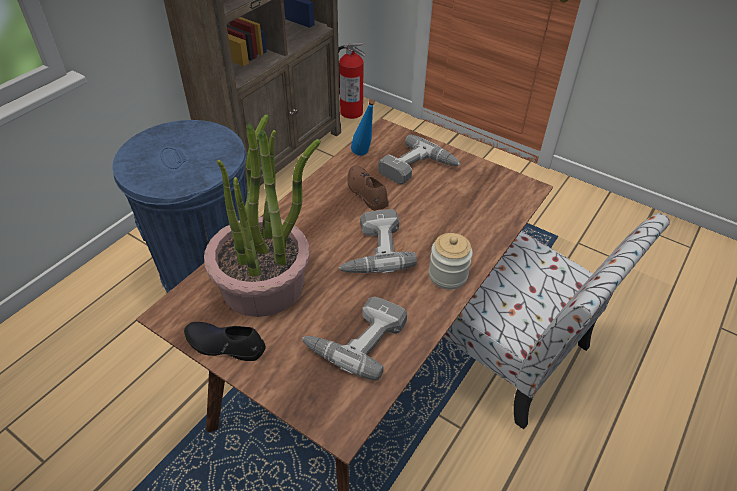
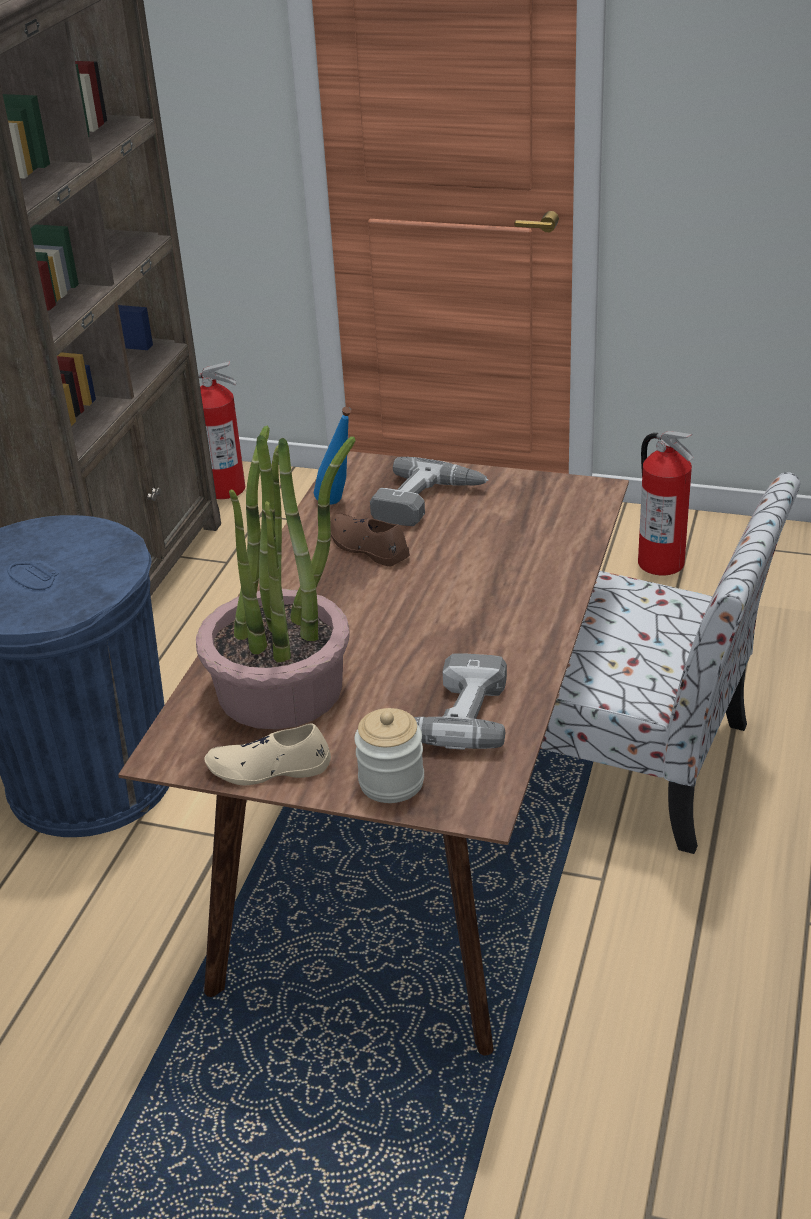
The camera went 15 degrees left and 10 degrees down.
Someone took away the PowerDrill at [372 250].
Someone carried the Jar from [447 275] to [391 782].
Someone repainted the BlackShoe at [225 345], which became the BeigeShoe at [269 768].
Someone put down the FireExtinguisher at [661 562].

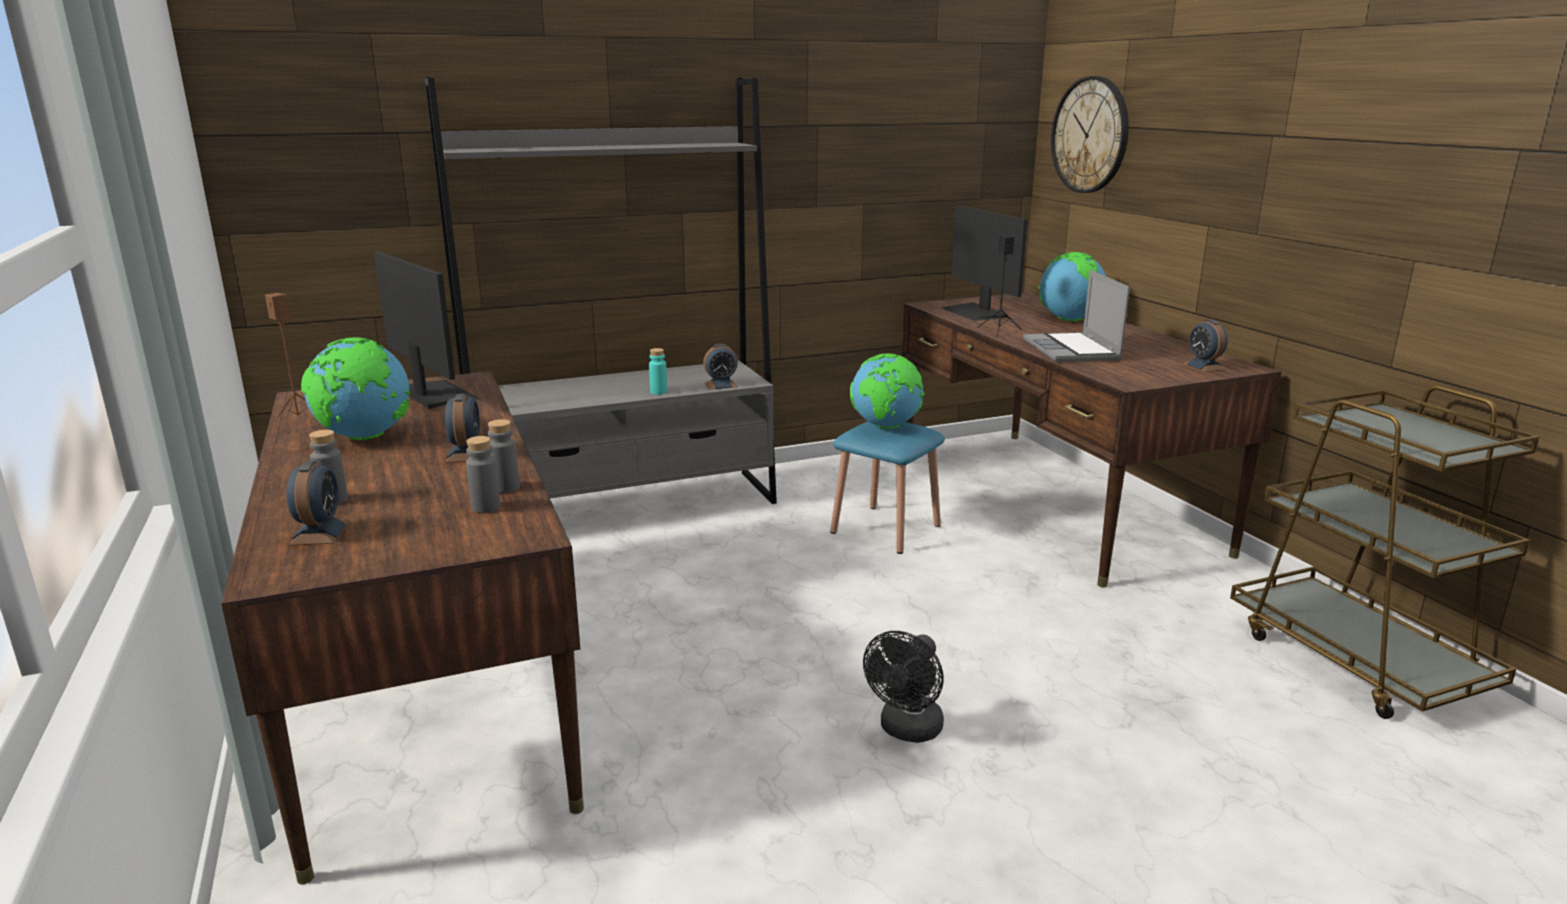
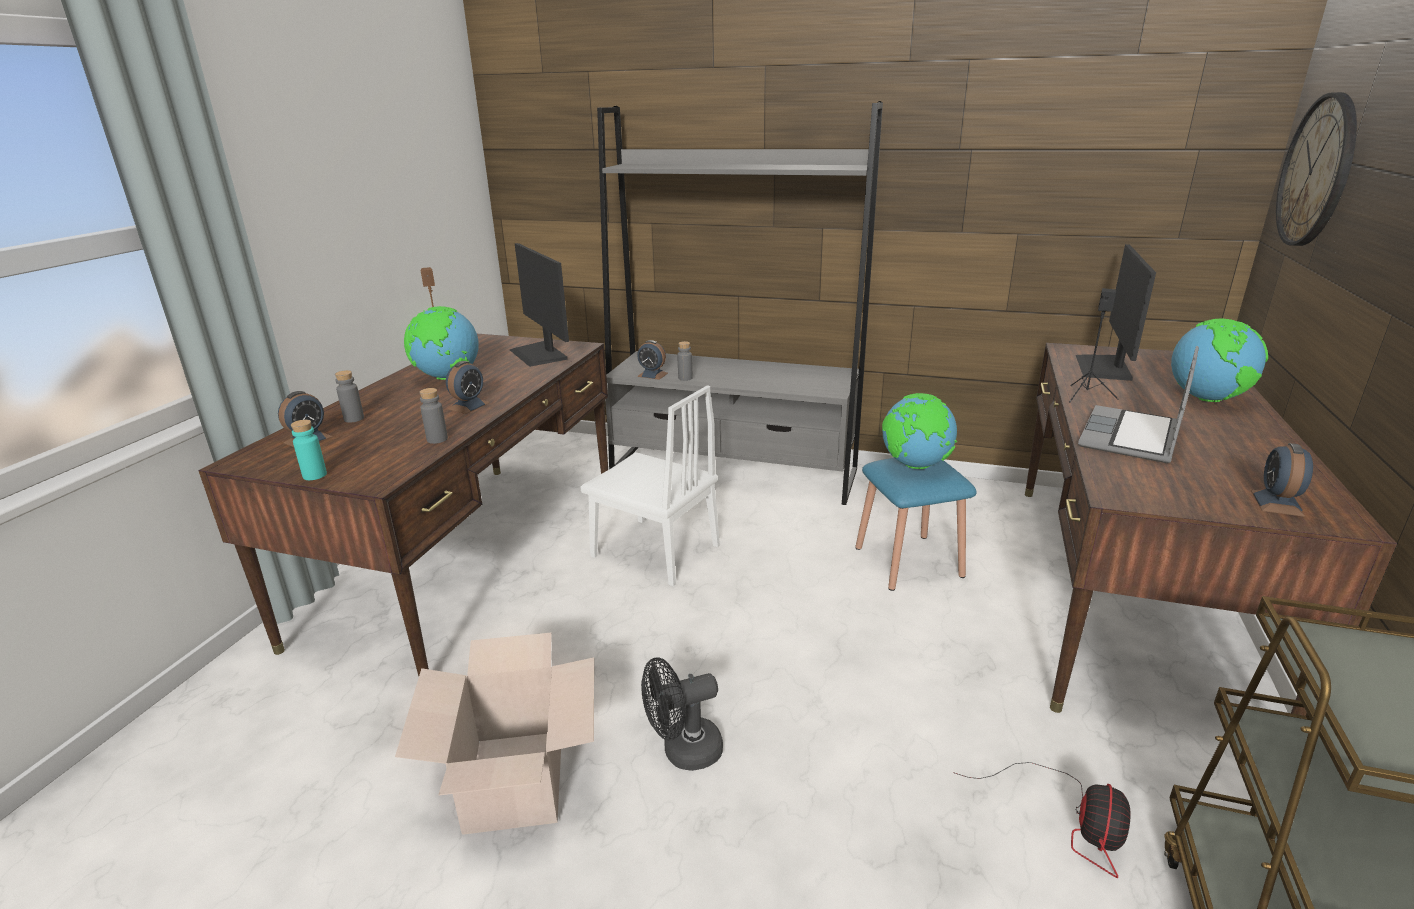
The camera went 40 degrees right and 5 degrees up.
Someone rotated the Monitor at [434 394] by 150 degrees clockwise.
Someone carried the AlarmClock from [721 385] to [652 375].
Someone carried the TurquoiseBottle from [658 392] to [315 475].
Someone carried the GreyBottle from [486 507] to [685 378].
Someone put down the WhiteChair at [655 551].
Someone put down the CardboardBox at [514 780].
Someone put down the Fan at [1070 821].

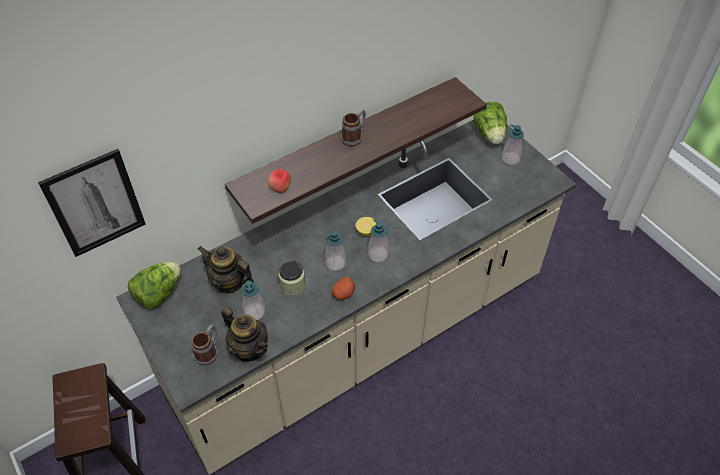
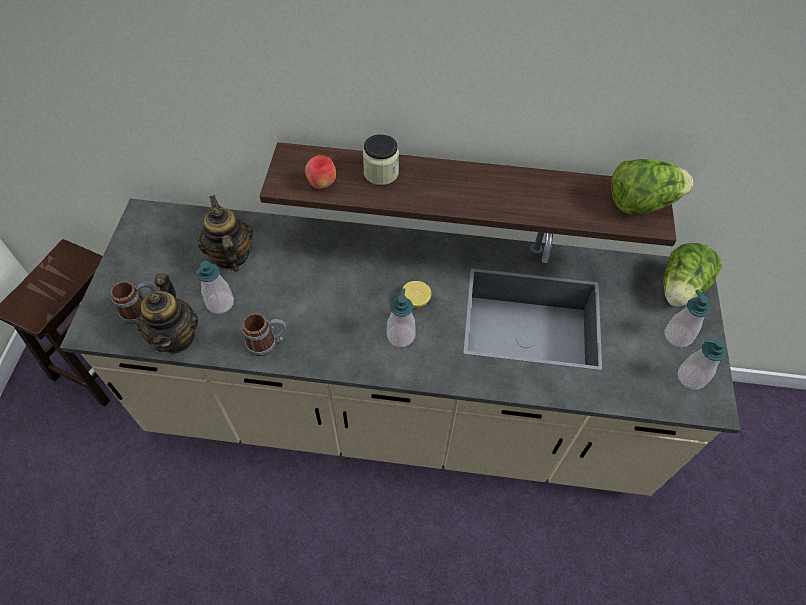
The camera went 40 degrees right and 5 degrees up.
Someone carried the Mug from [354 137] to [267 343].
Someone took away the Picture at [95 204].
Someone carried the SoapDispenser from [335 263] to [691 377].
Someone carried the Jar from [292 285] to [381 173].
Someone carried the Lettuce from [158 294] to [641 203].
Someone took away the Potato at [343 293].

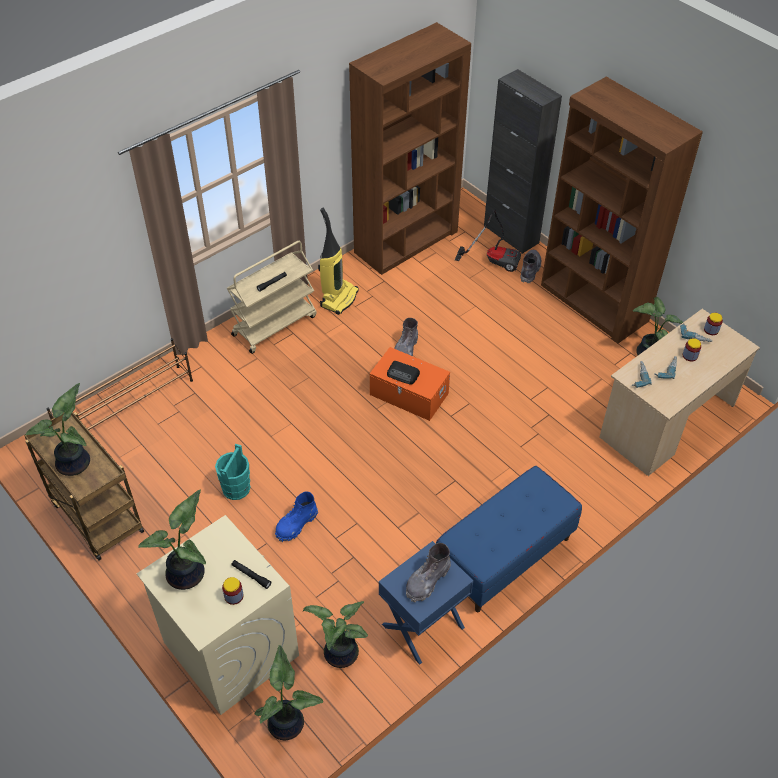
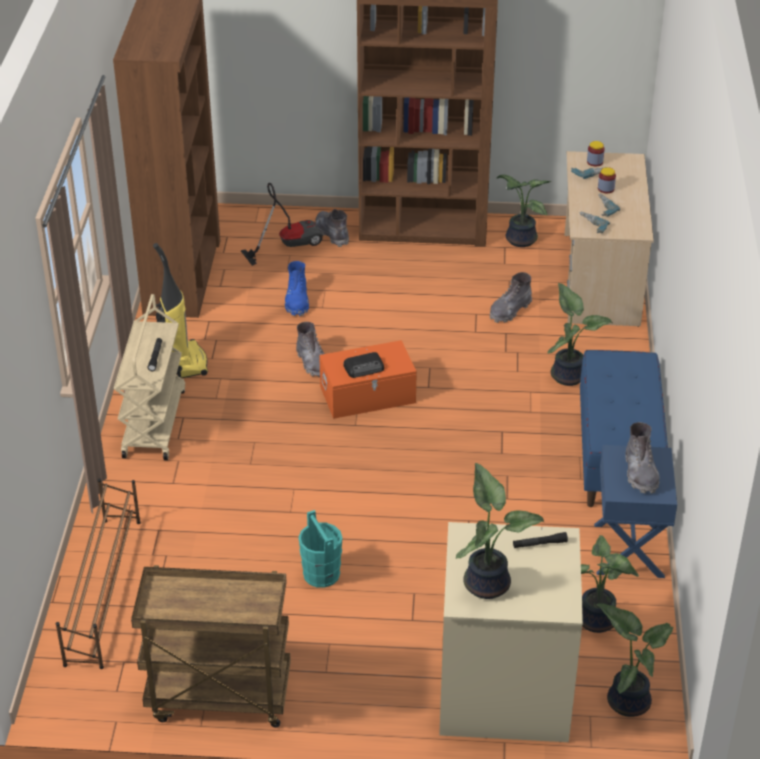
The camera went 45 degrees left and 10 degrees down.
Someone took away the BlackCabinet at [511 234].
Someone carried the PottedPlant from [76 463] to [569 375].
Someone carried the BlueBoot from [296 525] to [297 302].
Someone took away the Jar at [234 596].
Someone put down the GreyBoot at [509 311].

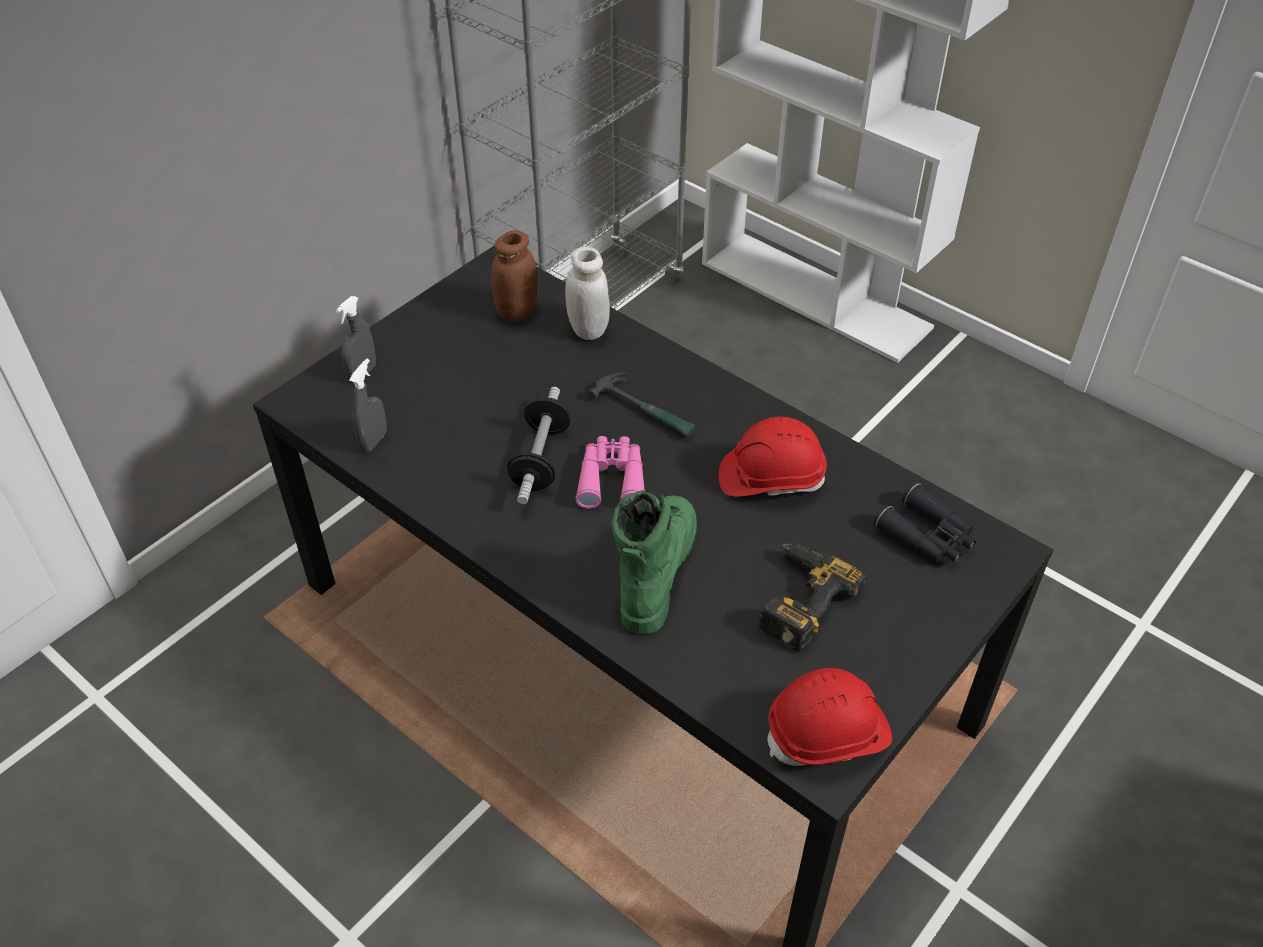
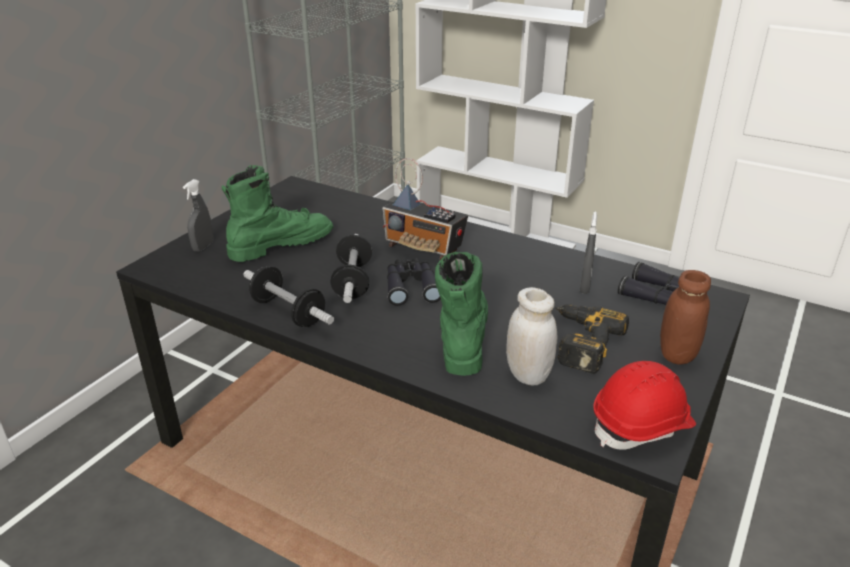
The camera went 10 degrees left and 15 degrees down.
Someone carried the BrownJar from [517 312] to [677 354].
Someone carried the WhiteJar from [588 329] to [528 375].
Someone carried the GreySprayBottle from [374 441] to [585 287].
Someone swapped the Hammer at [645 410] for the Radio at [424 248].
Someone took away the RedHardHat at [771 478].
Someone repainted the PinkBinoculars at [612 478], which became the BlackBinoculars at [411 287].
Someone put down the GreenBoot at [281 245].
Someone put down the Dumbbell at [288 312].

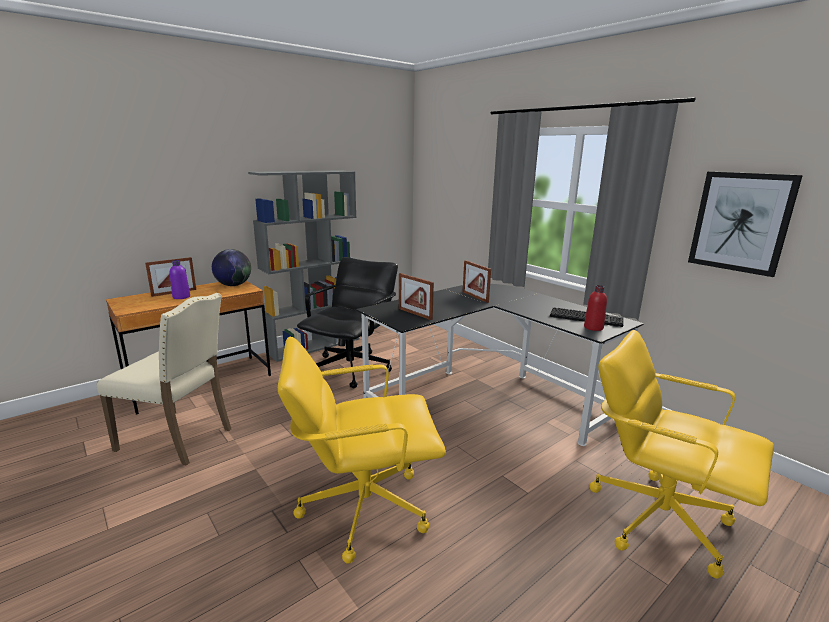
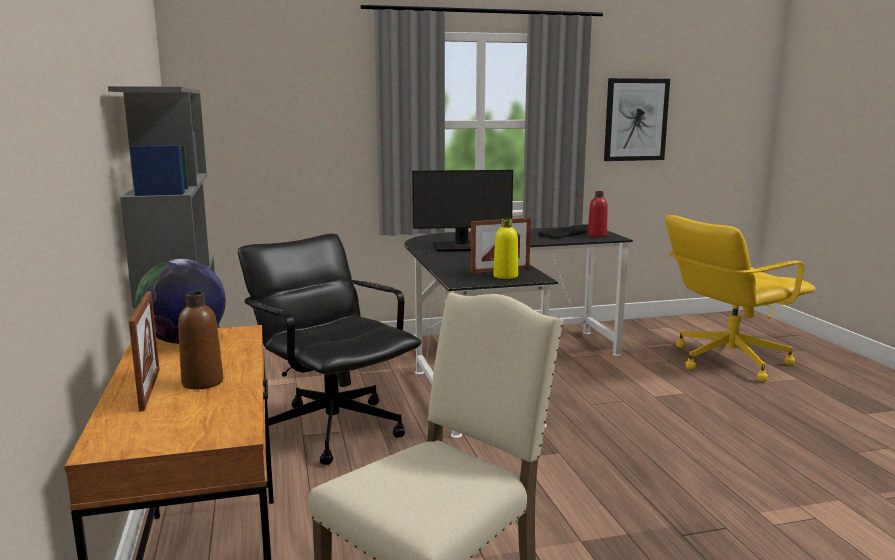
The camera went 65 degrees left and 5 degrees down.
Someone repainted the PurpleBottle at [181 297], which became the BrownBottle at [202 382].
Someone swapped the PictureFrame at [475 297] for the Monitor at [462 247].
Someone took away the YellowOfficeChair at [362 507].
Someone put down the YellowBottle at [505 276].

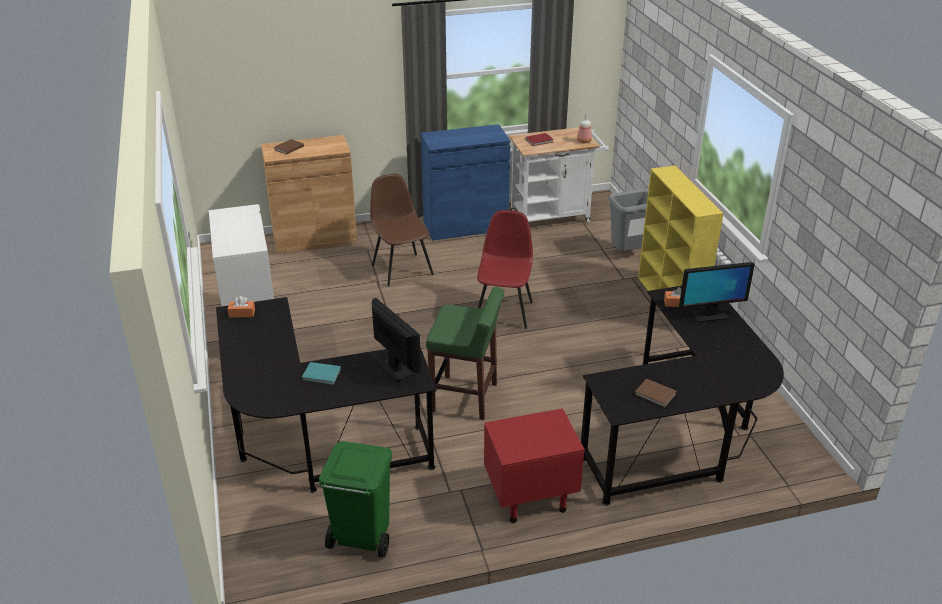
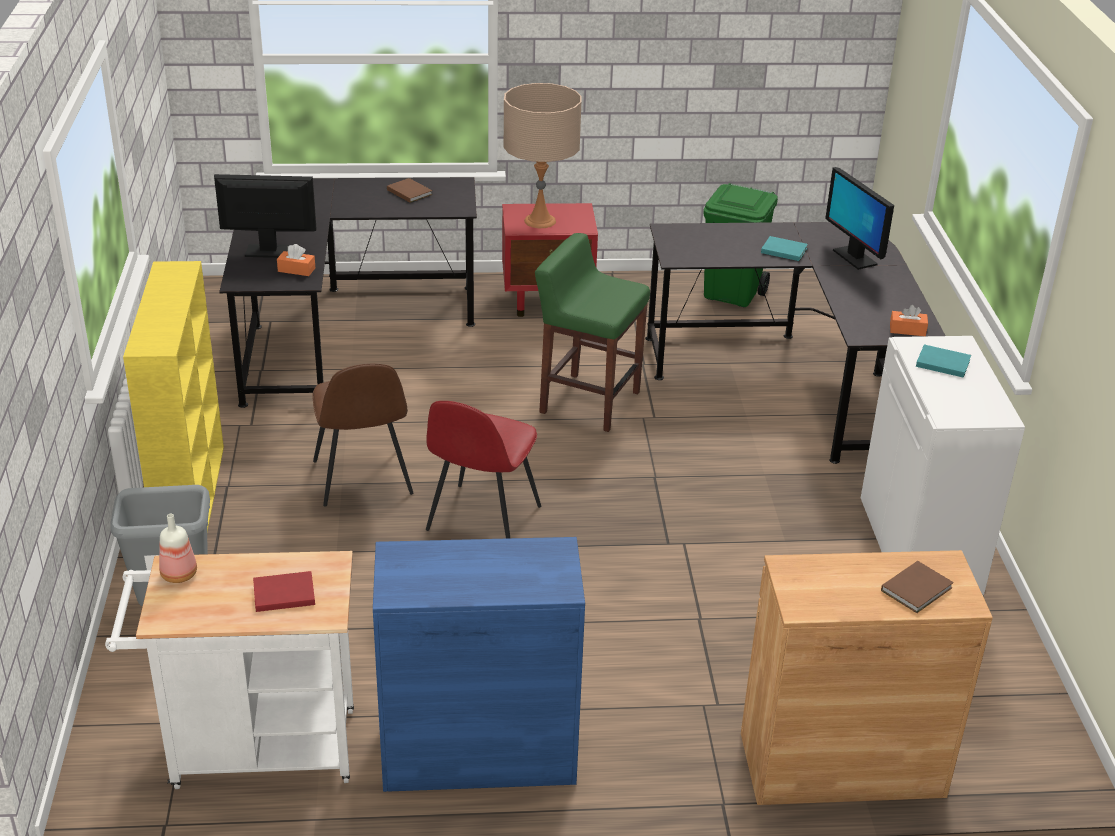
The camera went 170 degrees left and 0 degrees up.
Someone carried the BrownChair from [402 269] to [362 479].
Someone carried the Monitor from [395 369] to [854 257].
Someone put down the BeigeTableLamp at [540 221].
Someone put down the TurquoiseBook at [941 362].

